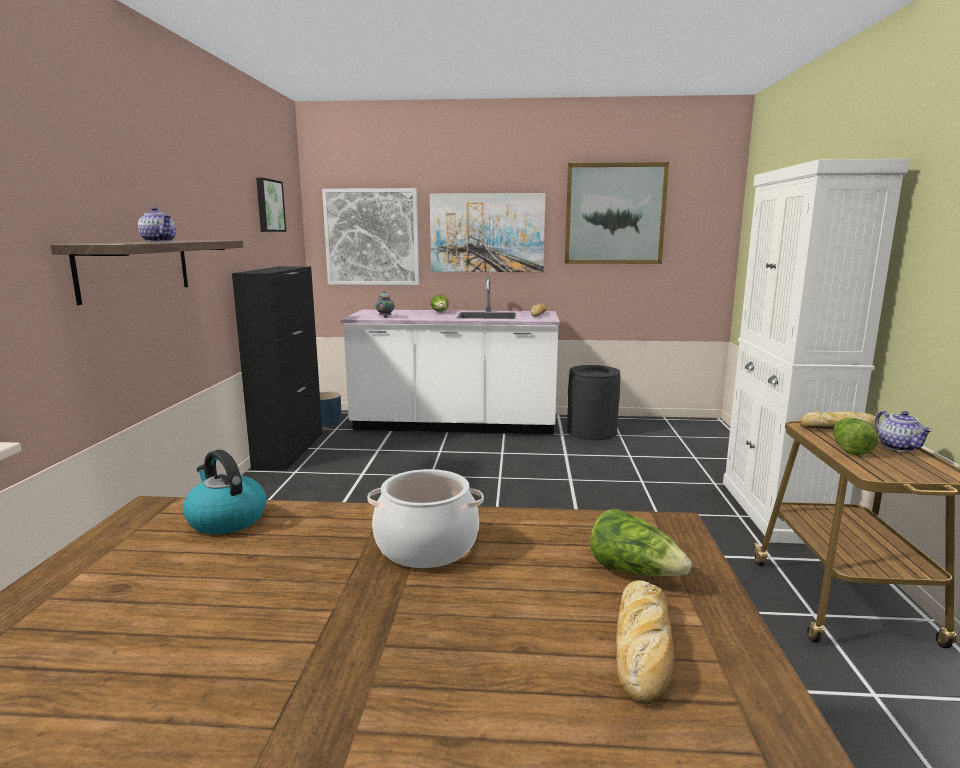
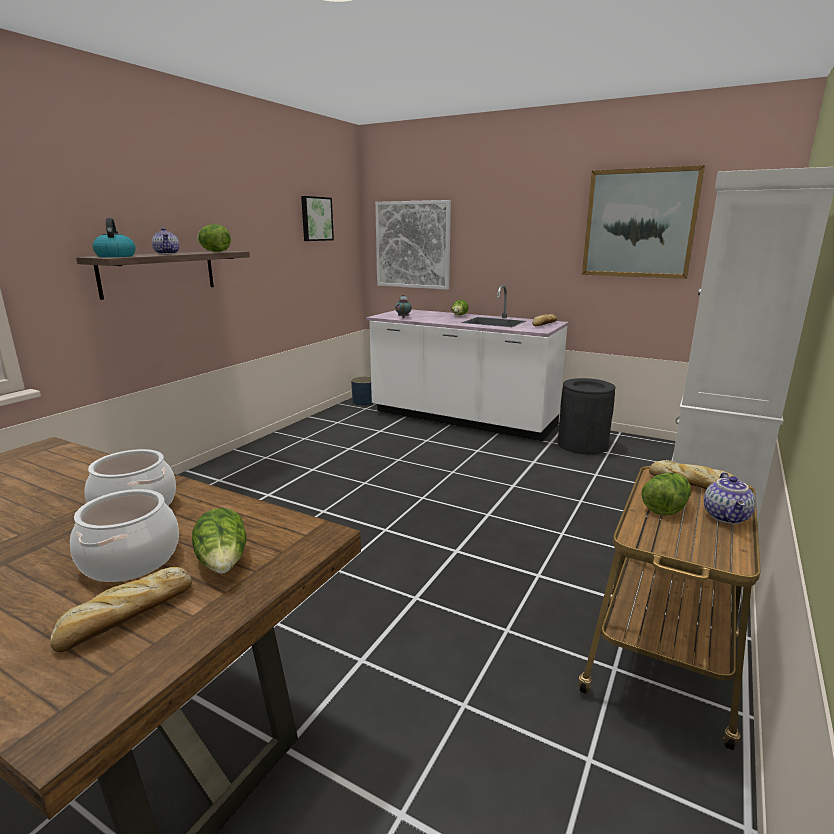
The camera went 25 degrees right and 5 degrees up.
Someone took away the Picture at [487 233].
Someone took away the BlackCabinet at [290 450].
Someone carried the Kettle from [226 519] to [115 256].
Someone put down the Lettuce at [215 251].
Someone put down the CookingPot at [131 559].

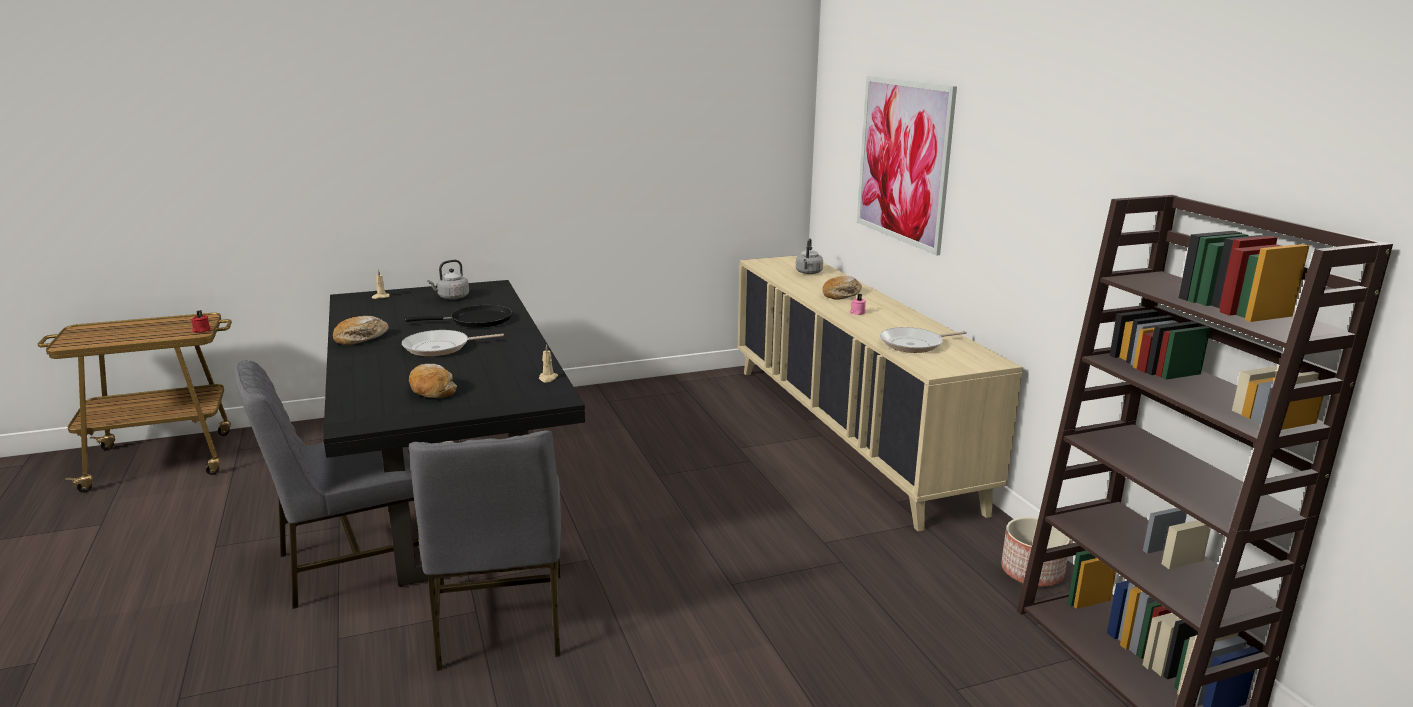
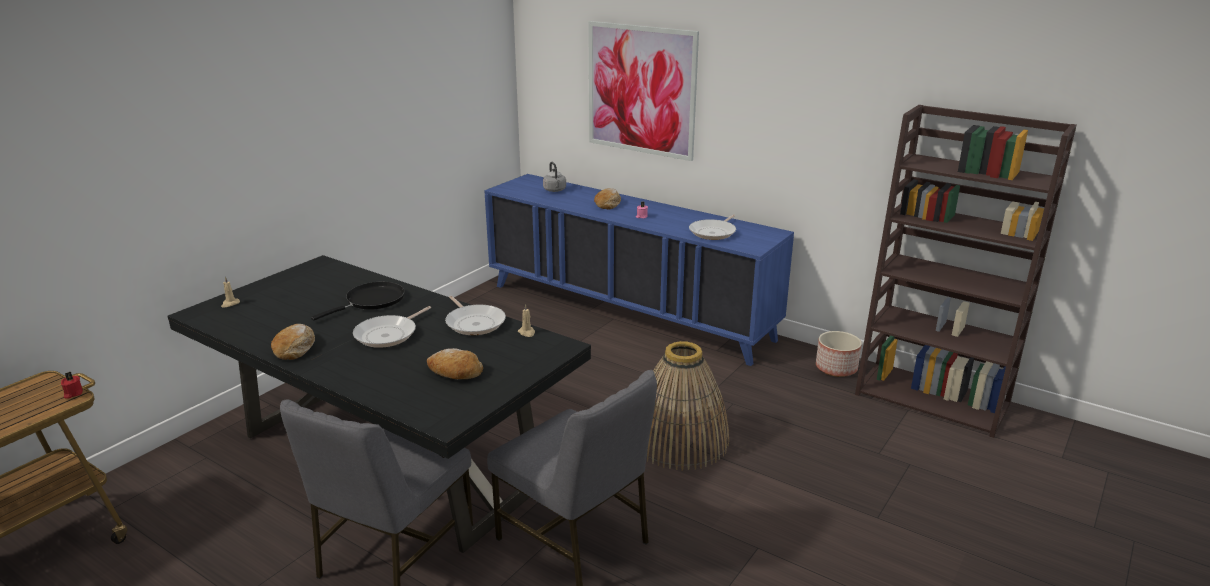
The camera went 35 degrees left and 5 degrees up.
Someone repainted the BeigeCabinet at [848 432], which became the BlueCabinet at [628 311].
Someone took away the GreyKettle at [451 297].
Someone put down the FryingPan at [474 323].
Someone put down the Basket at [679 440].

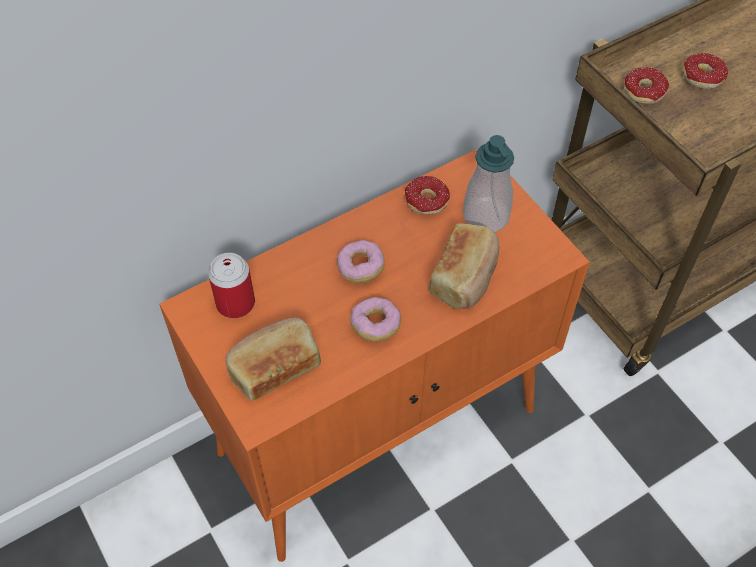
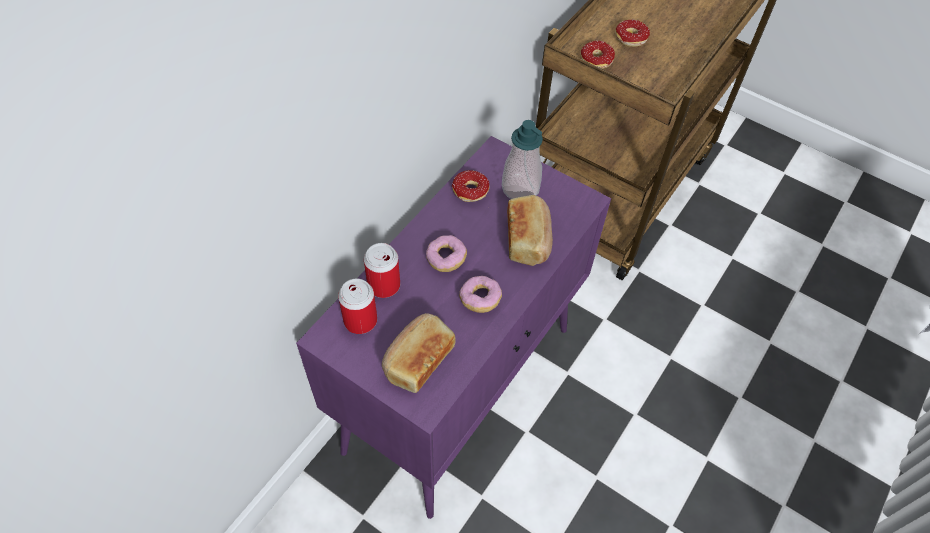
The camera went 25 degrees left and 0 degrees up.
Someone repainted the OrangeCabinet at [380 430], which became the PurpleCabinet at [460 386].
Someone put down the Can at [384 285].

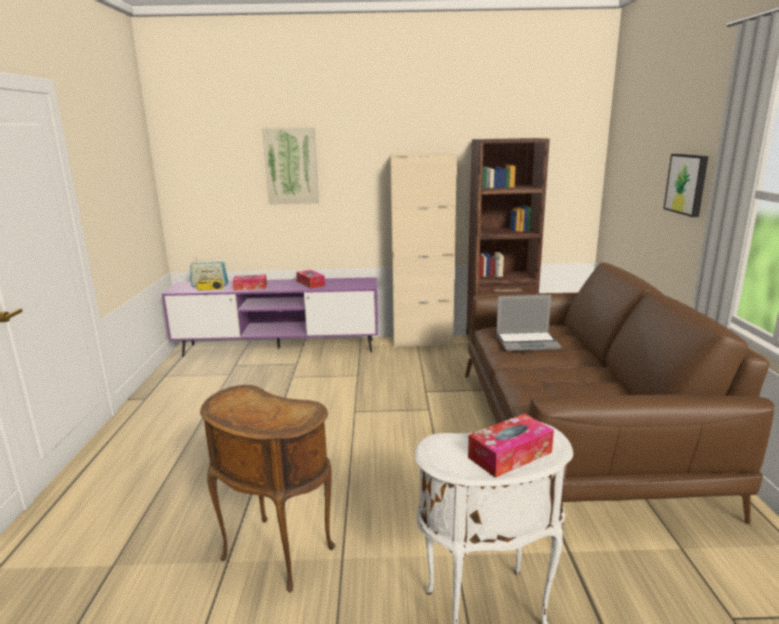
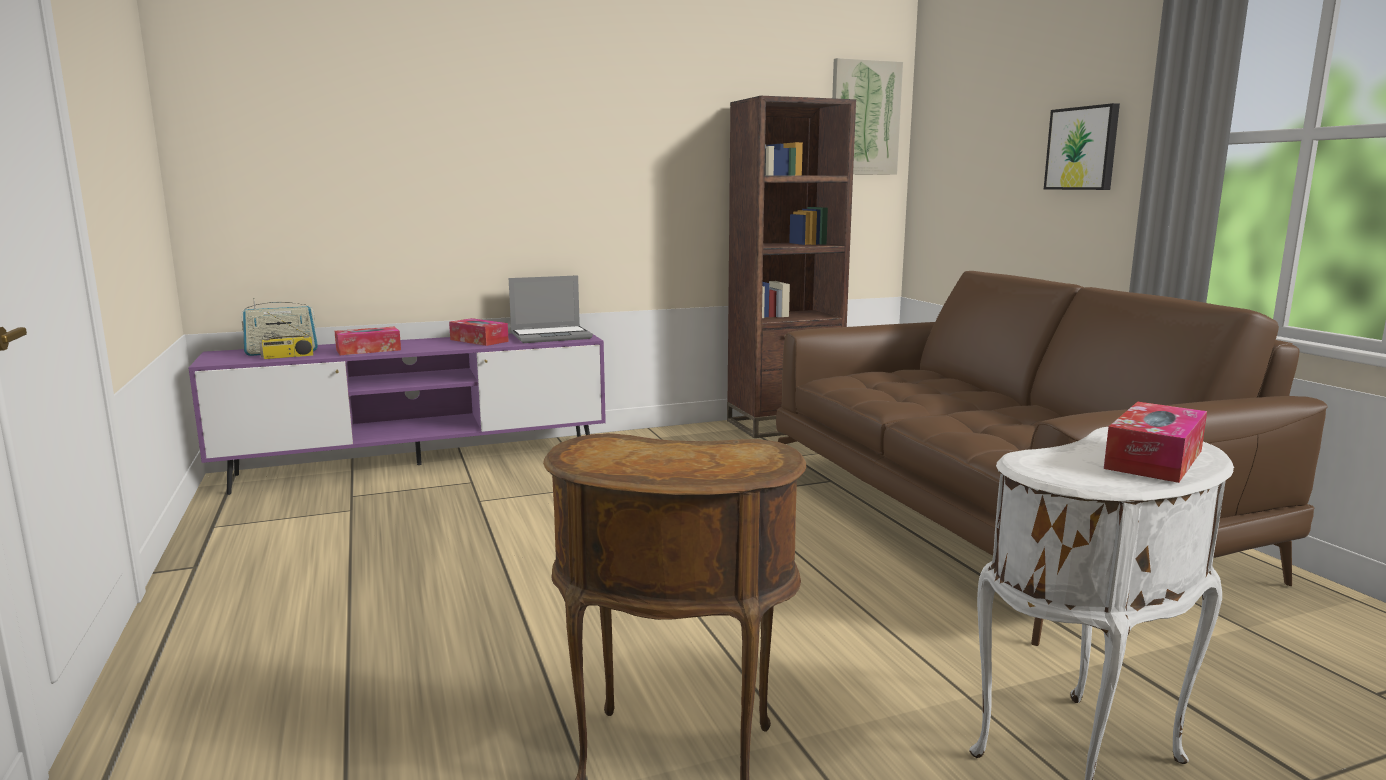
The camera went 20 degrees left and 5 degrees down.
Someone carried the Picture from [291 166] to [864 118].
Someone took away the BeigeCabinet at [422 342].
Someone carried the Laptop from [527 342] to [552 336].

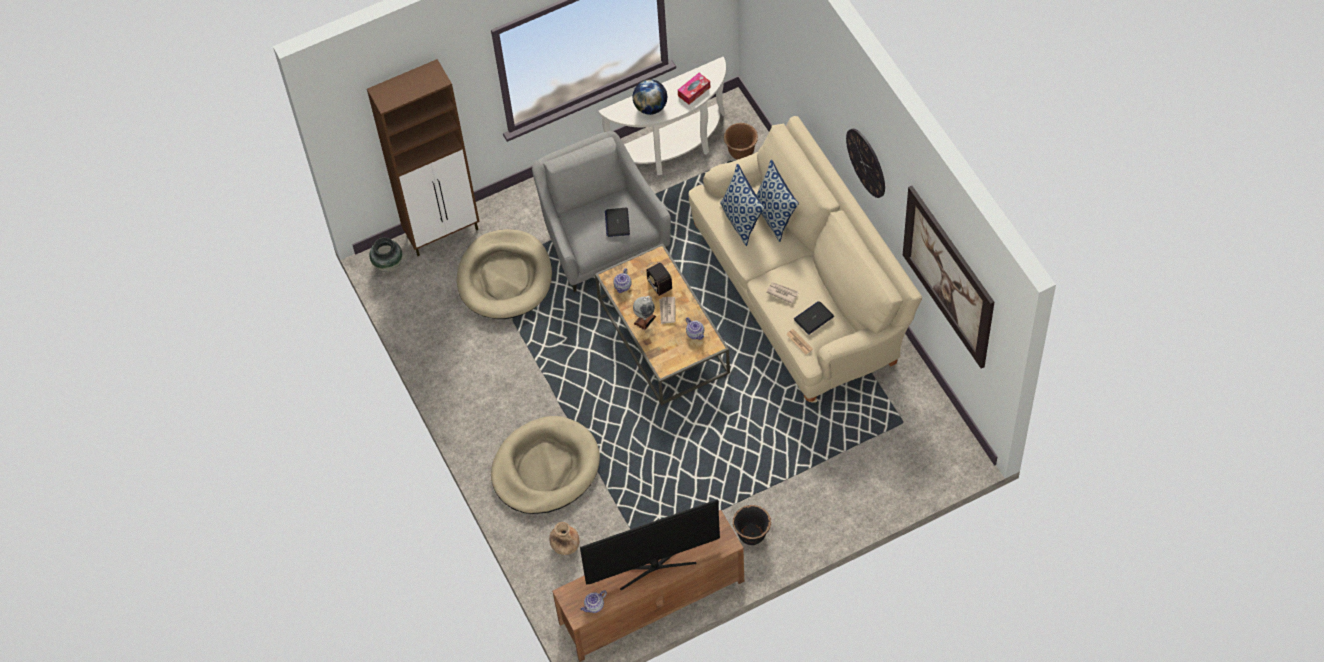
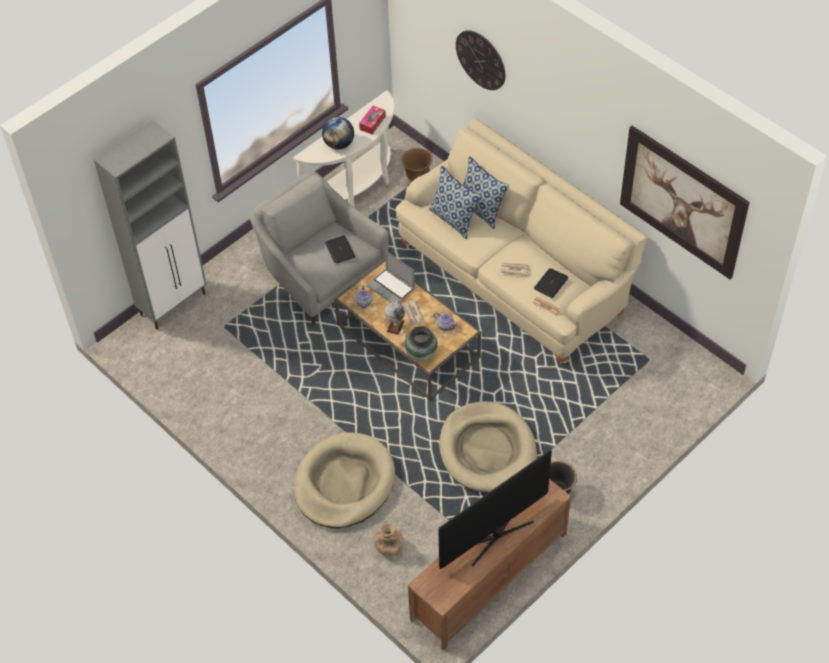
The camera went 20 degrees left and 5 degrees down.
Someone repainted the BrownCabinet at [443 232], which became the GreyCabinet at [174 304].
Someone carried the WallClock from [866 162] to [481 60].
Someone carried the BeigeDogBed from [505 277] to [487 450].
Someone carried the Vase from [389 265] to [421 354].
Someone swapped the Radio at [657 277] for the Laptop at [392 288].
Someone took away the Teapot at [594 606].

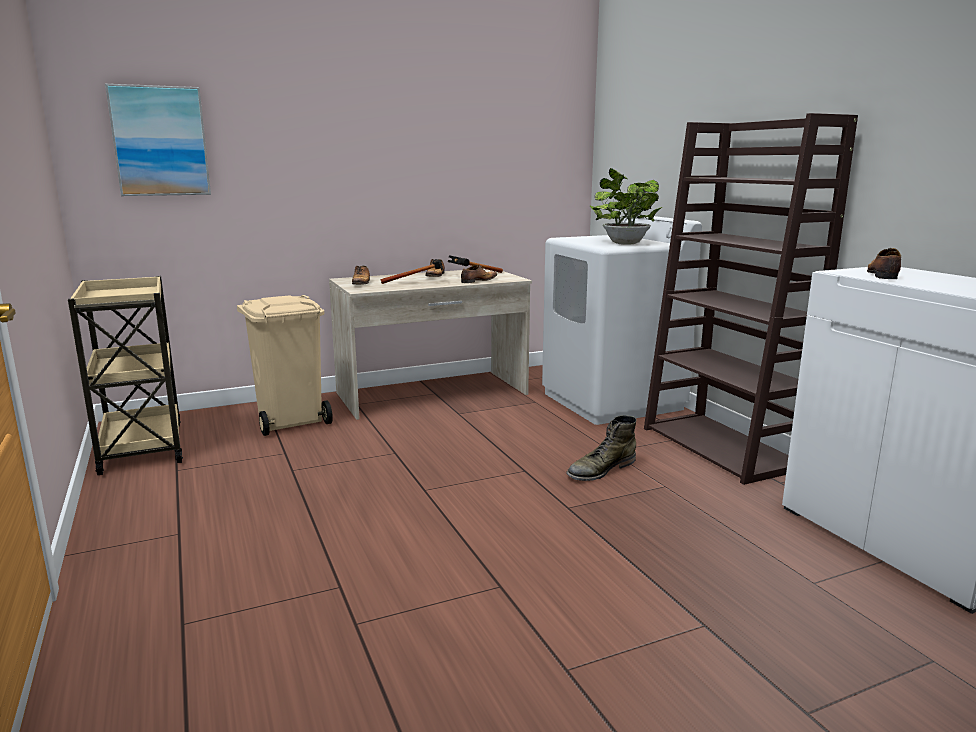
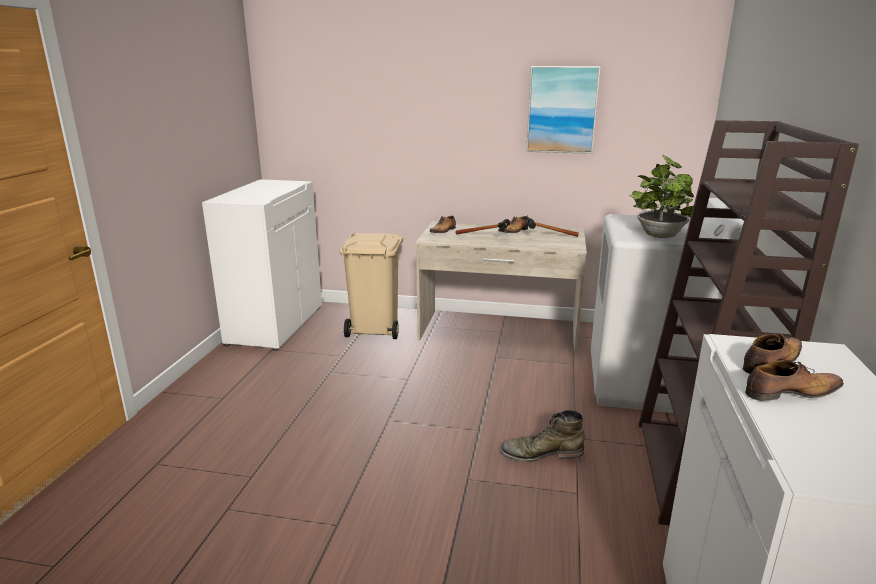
The camera went 35 degrees right and 5 degrees up.
Someone carried the Picture from [160 141] to [562 110].
Someone carried the Shoe from [478 281] to [789 393].
Someone swapped the BeigeCart at [142 446] for the WhiteCabinet at [275 324].

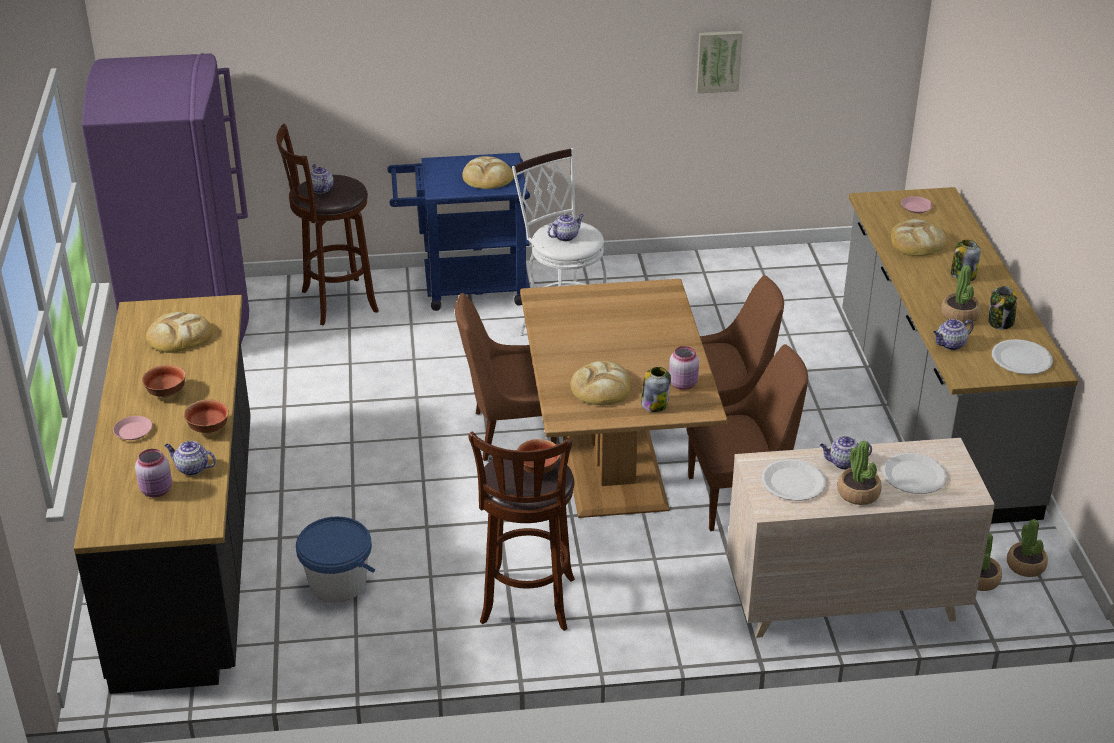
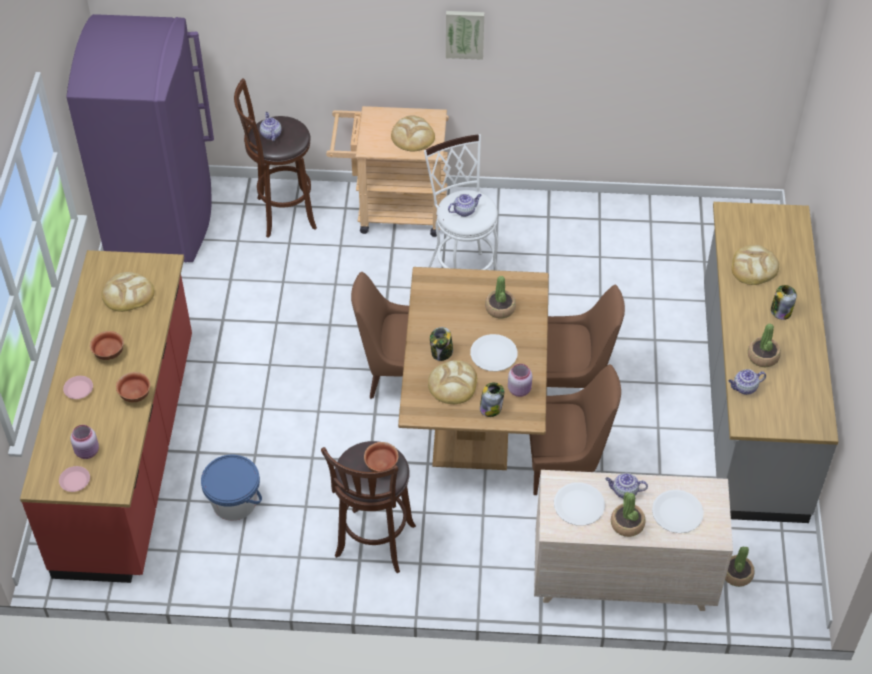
The camera went 10 degrees right and 15 degrees up.
Someone carried the Picture from [718 61] to [464 33].
Someone repainted the BlueCart at [464 287], which became the BeigeCart at [392 210].
Someone carried the PinkPlate from [916 207] to [75 481].
Someone carried the Jar from [1000 322] to [441 352].
Someone repainted the BlackCounter at [191 549], which became the RedCounter at [129 454].
Someone carried the WhitePlate from [1021 359] to [493 354].
Someone took away the Teapot at [191 468].
Someone carried the PottedPlant from [1026 565] to [500 308].

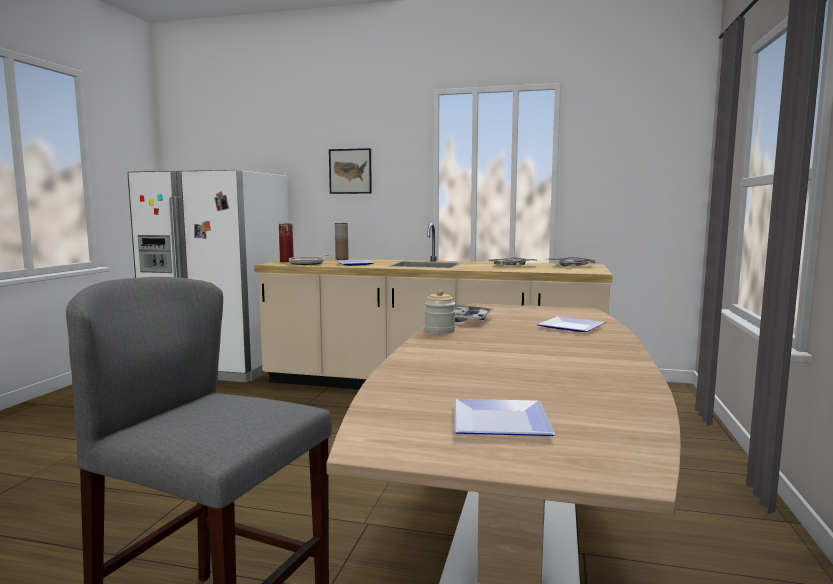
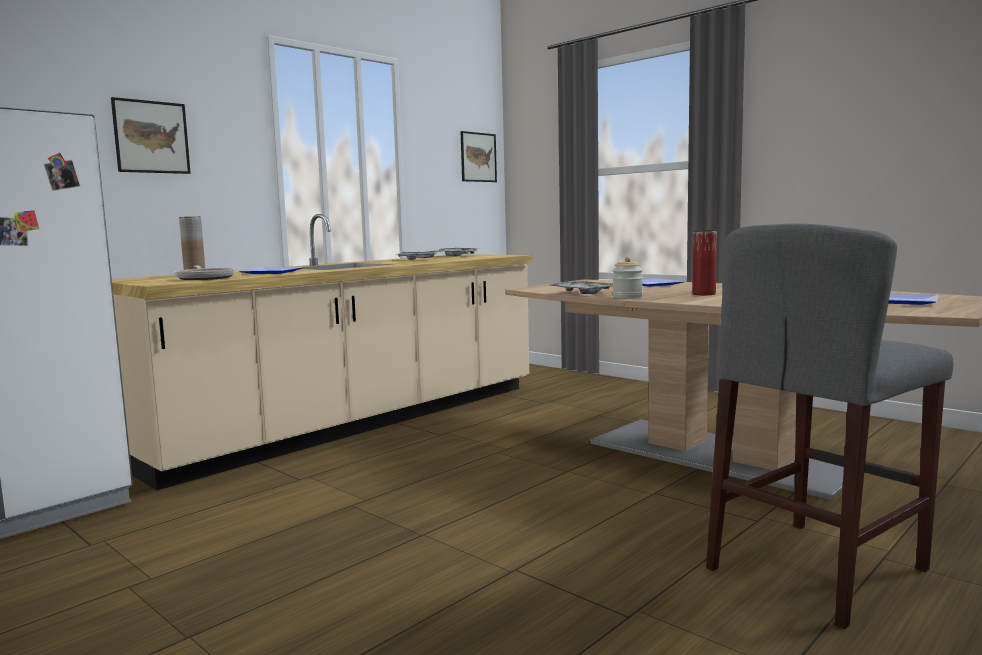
The camera went 60 degrees left and 0 degrees up.
Someone carried the RedVase from [286 261] to [704 294].
Someone put up the Picture at [478 157].

